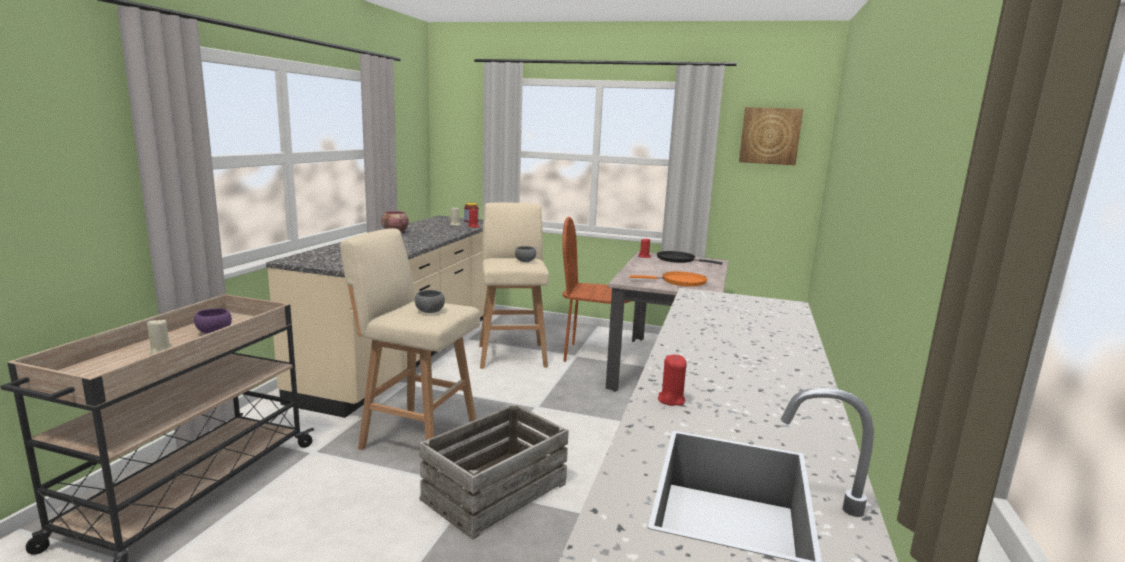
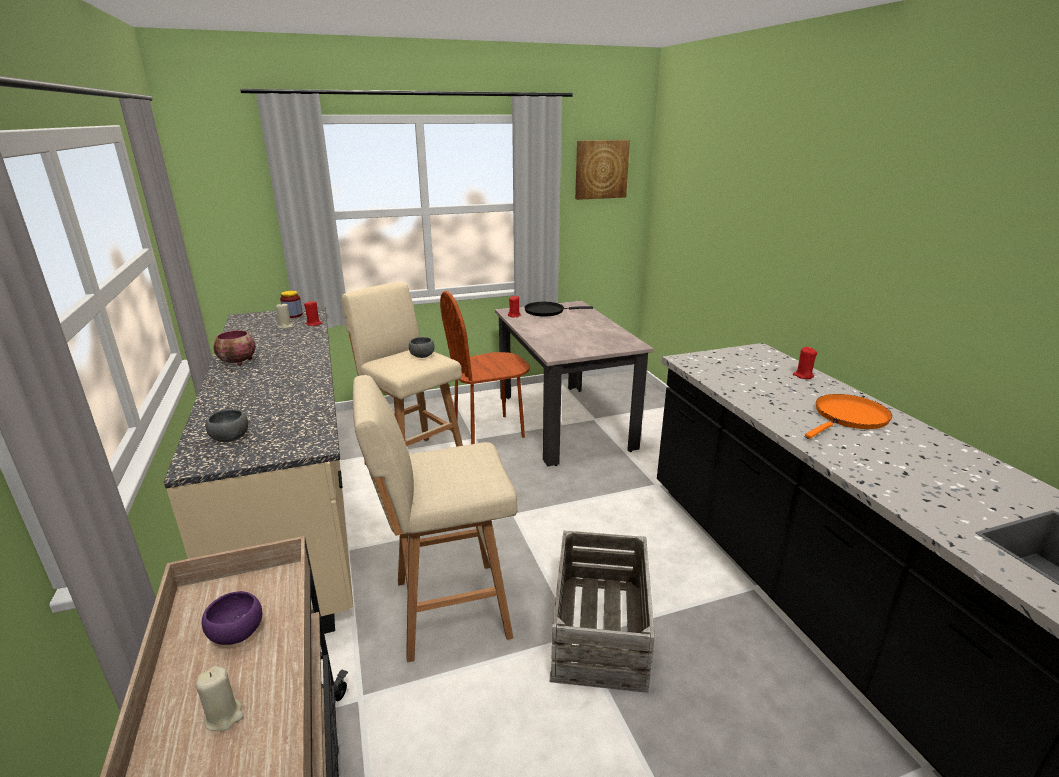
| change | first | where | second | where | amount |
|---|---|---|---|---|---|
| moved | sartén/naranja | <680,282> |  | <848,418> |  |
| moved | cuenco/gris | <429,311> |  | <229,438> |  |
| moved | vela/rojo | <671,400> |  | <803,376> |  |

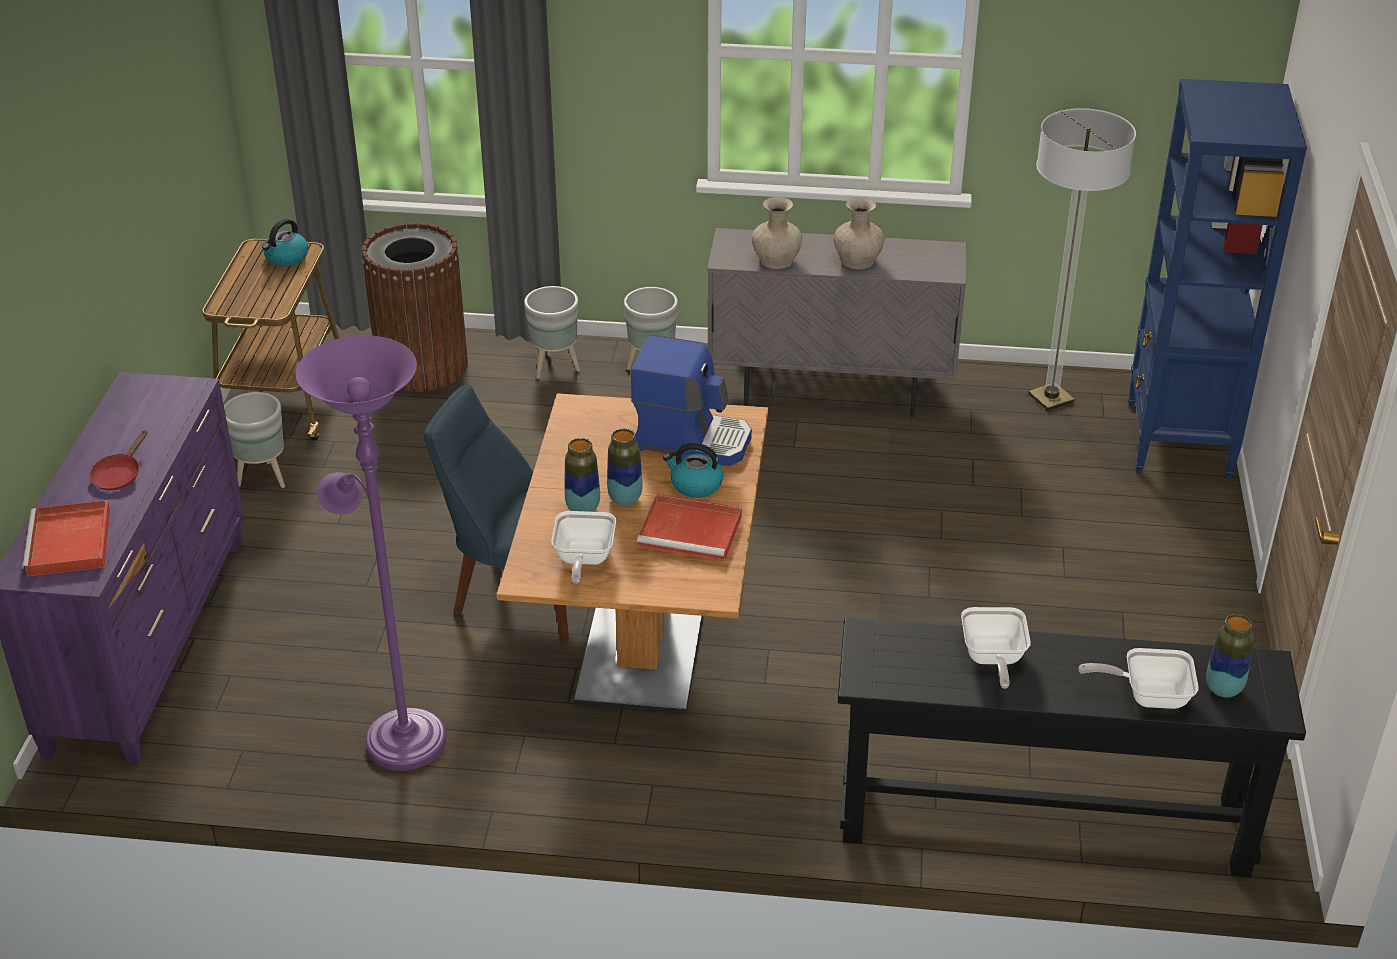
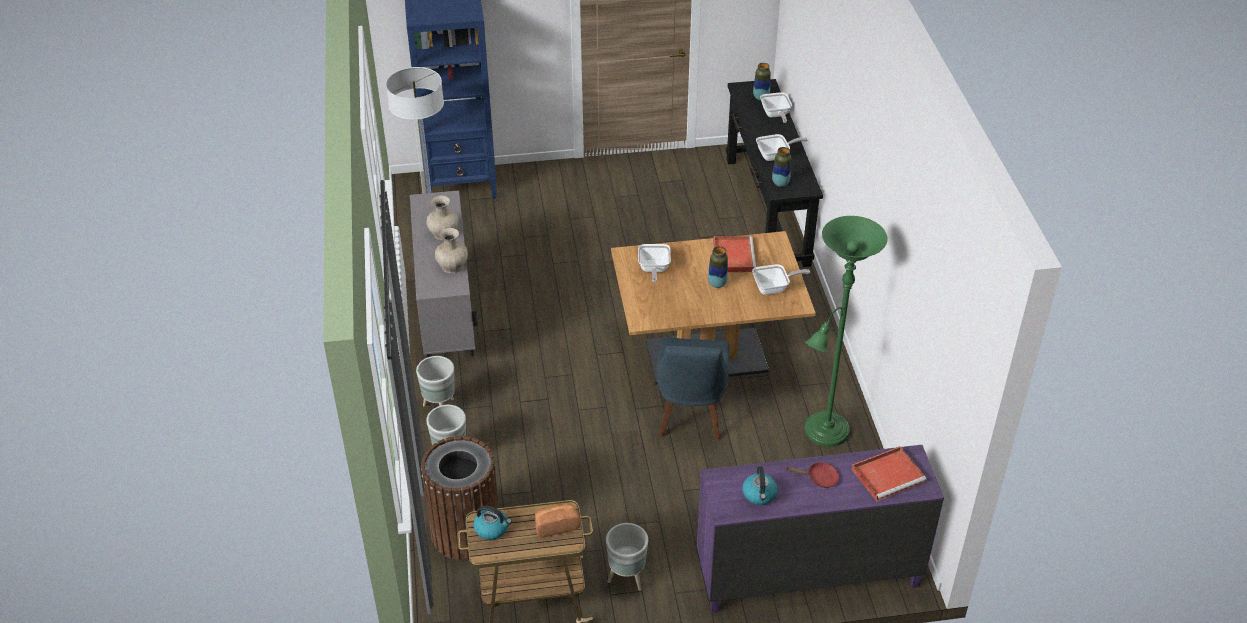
| change | first | where | second | where | amount |
|---|---|---|---|---|---|
| recoloured | lámpara de pie/morado | <400,735> | lámpara de pie/verde | <823,434> |  |
| replaced | cafetera | <692,439> | sartén | <653,269> |  |
| moved | florero | <583,508> |  | <780,183> |  |
| moved | hervidor | <695,485> |  | <759,495> |  |
| added |  |  | pan | <556,525> |  |

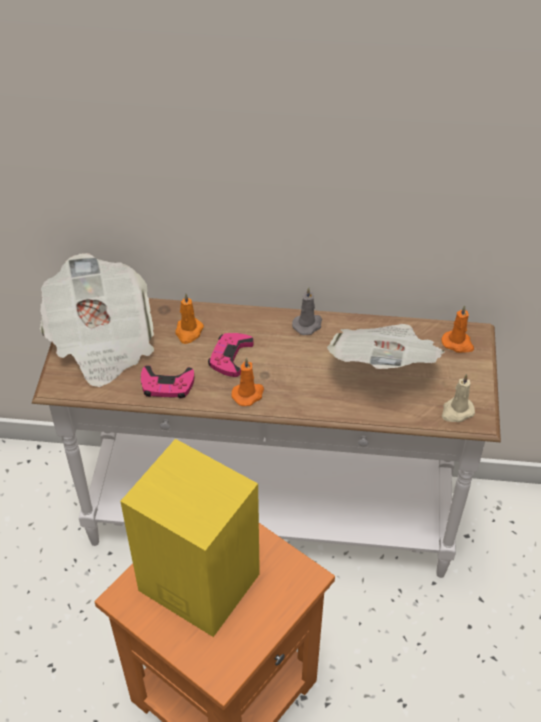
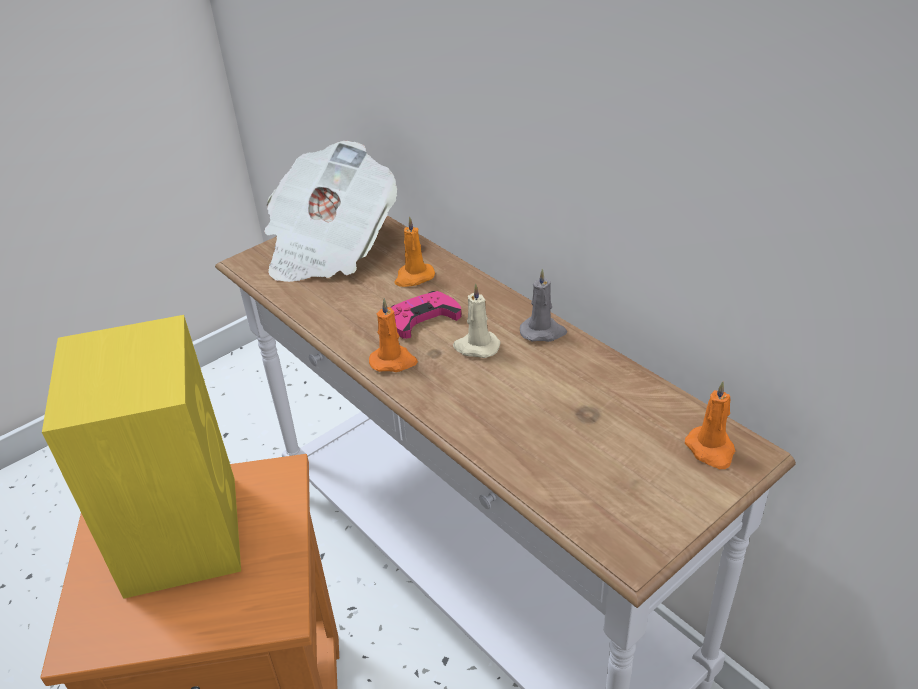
| change | first | where | second | where | amount |
|---|---|---|---|---|---|
| removed | periódico | <383,365> |  |  |  |
| removed | mando de consola/rosa | <167,385> |  |  |  |
| moved | vela/beis | <456,411> |  | <476,347> |  |

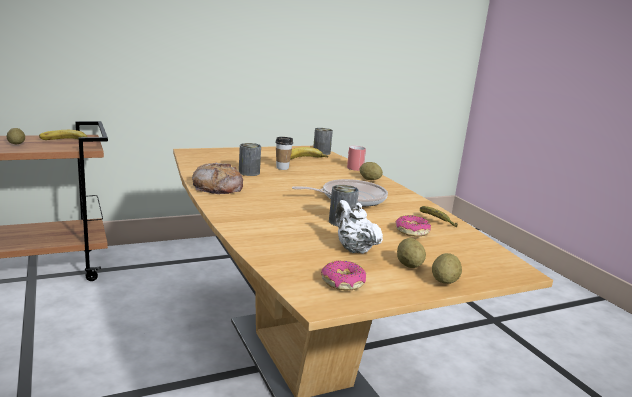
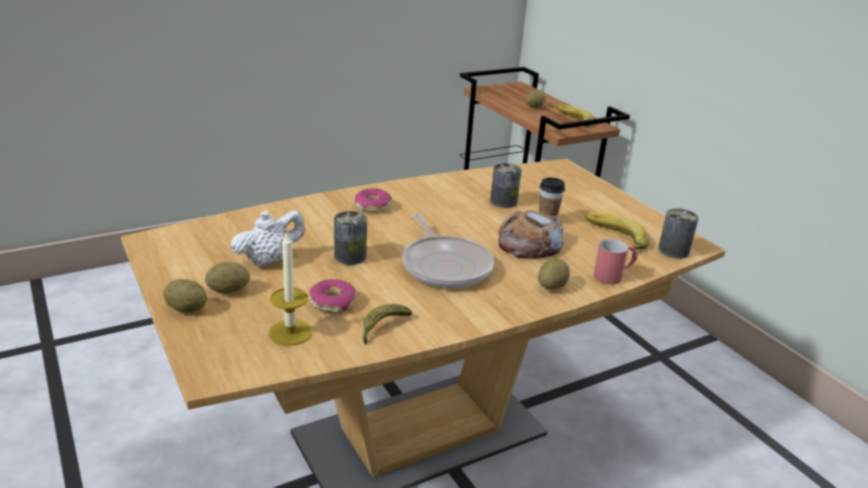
| change | first | where | second | where | amount |
|---|---|---|---|---|---|
| moved | pan | <218,186> |  | <529,243> |  |
| moved | rosquilla | <342,283> |  | <372,206> |  |
| added |  |  | vela | <290,332> |  |

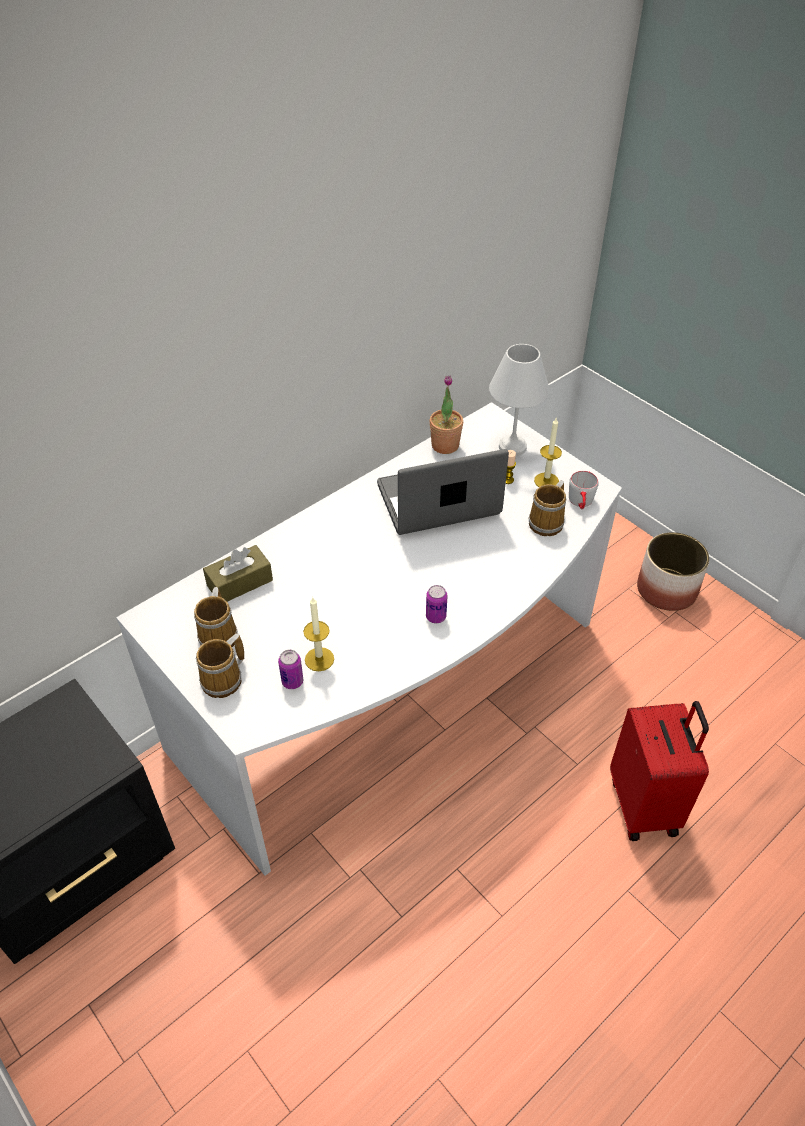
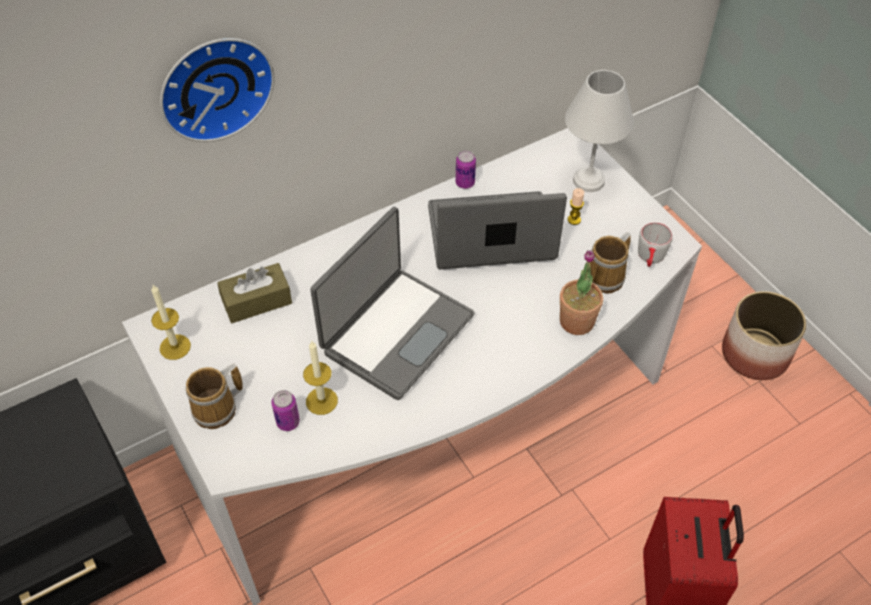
| change | first | where | second | where | amount |
|---|---|---|---|---|---|
| moved | planta en maceta | <445,445> |  | <576,321> |  |
| moved | vela | <546,481> |  | <175,347> |  |
| moved | lata | <436,617> |  | <465,183> |  |
| removed | taza grande | <220,635> |  |  |  |
| added |  |  | reloj de pared | <214,85> |  |
| added |  |  | portátil | <396,332> |  |

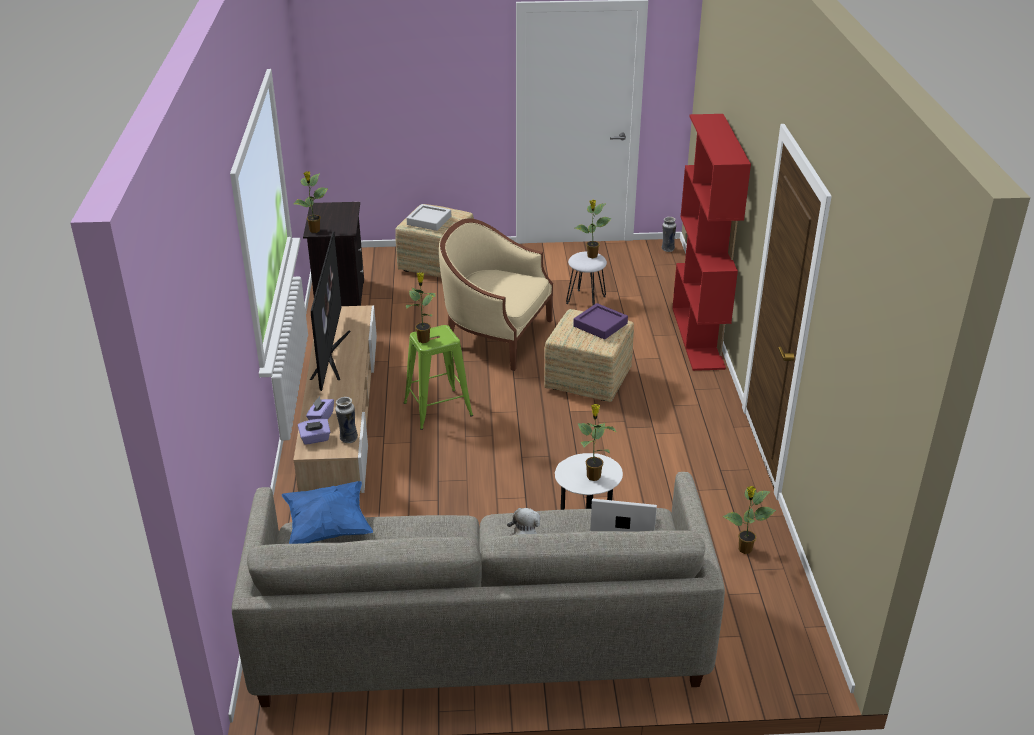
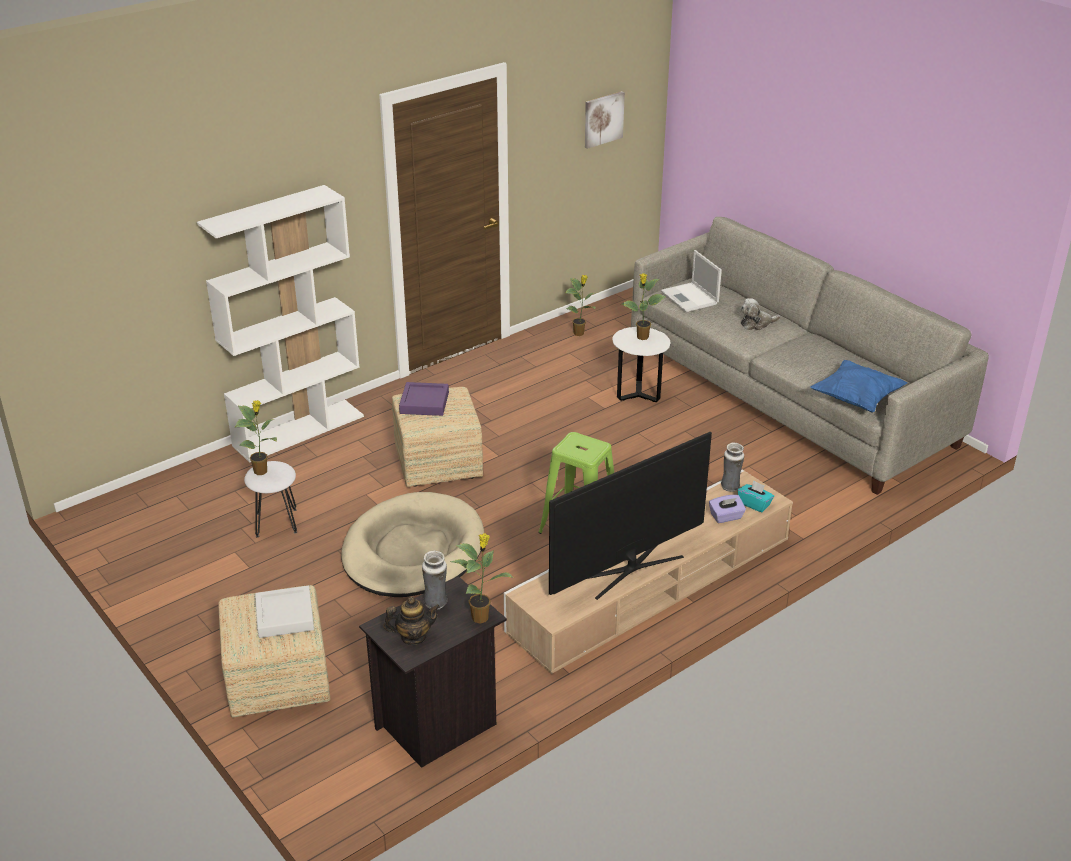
| change | first | where | second | where | amount |
|---|---|---|---|---|---|
| recoloured | estantería/rojo | <698,338> | estantería/blanco | <299,430> |  |
| moved | florero | <667,249> |  | <436,603> |  |
| replaced | sillón/beis | <496,336> | cama para perro/beis | <413,551> |  |
| removed | planta en maceta | <423,339> |  |  |  |
| recoloured | caja de pañuelos/morado | <315,439> | caja de pañuelos/turquesa | <754,504> |  |
| added |  |  | cuadro | <603,119> |  |
| added |  |  | tetera | <413,637> |  |

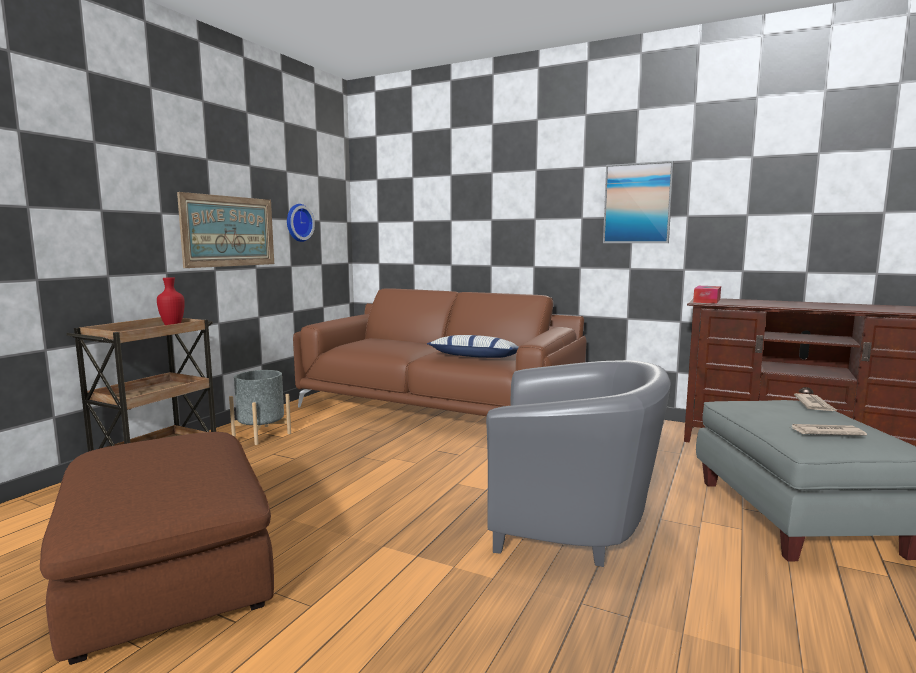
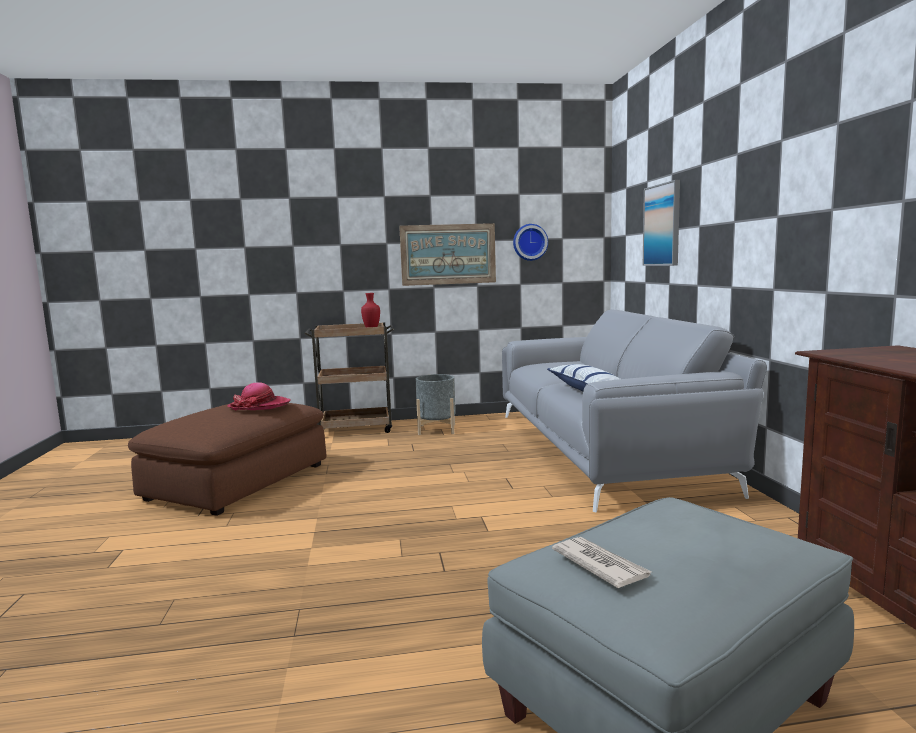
| change | first | where | second | where | amount |
|---|---|---|---|---|---|
| moved | cuadro | <637,203> |  | <662,225> |  |
| removed | caja de pañuelos | <707,301> |  |  |  |
| recoloured | sofá/marrón | <439,409> | sofá/gris | <604,448> |  |
| removed | sillón/gris | <572,524> |  |  |  |
| removed | periódico | <814,405> |  |  |  |
| added |  |  | sombrero | <259,406> |  |

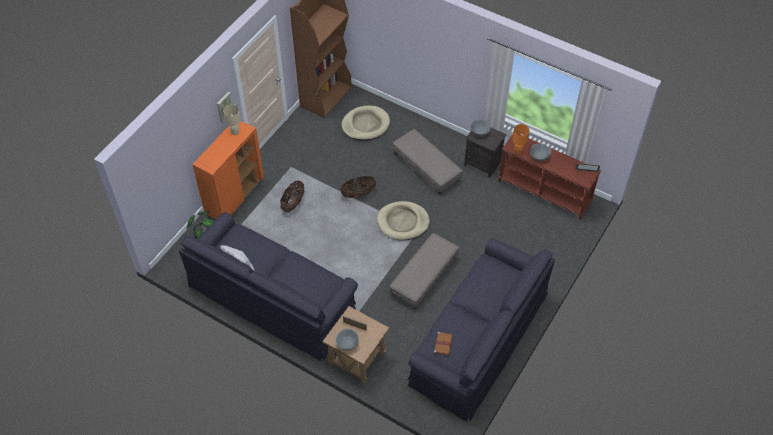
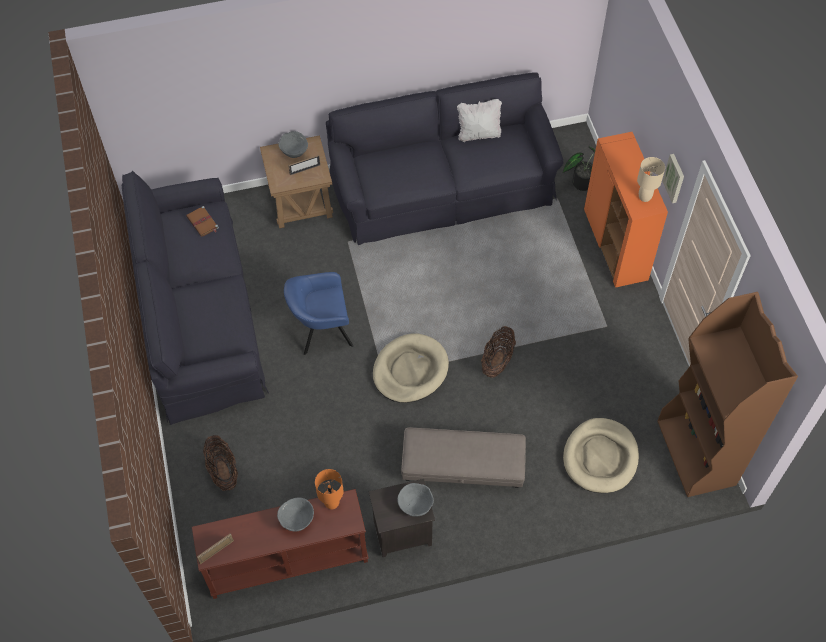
| change | first | where | second | where | amount |
|---|---|---|---|---|---|
| moved | cesta | <293,203> |  | <223,470> |  |
| replaced | puf/gris | <424,276> | sillón/azul | <322,330> |  |

